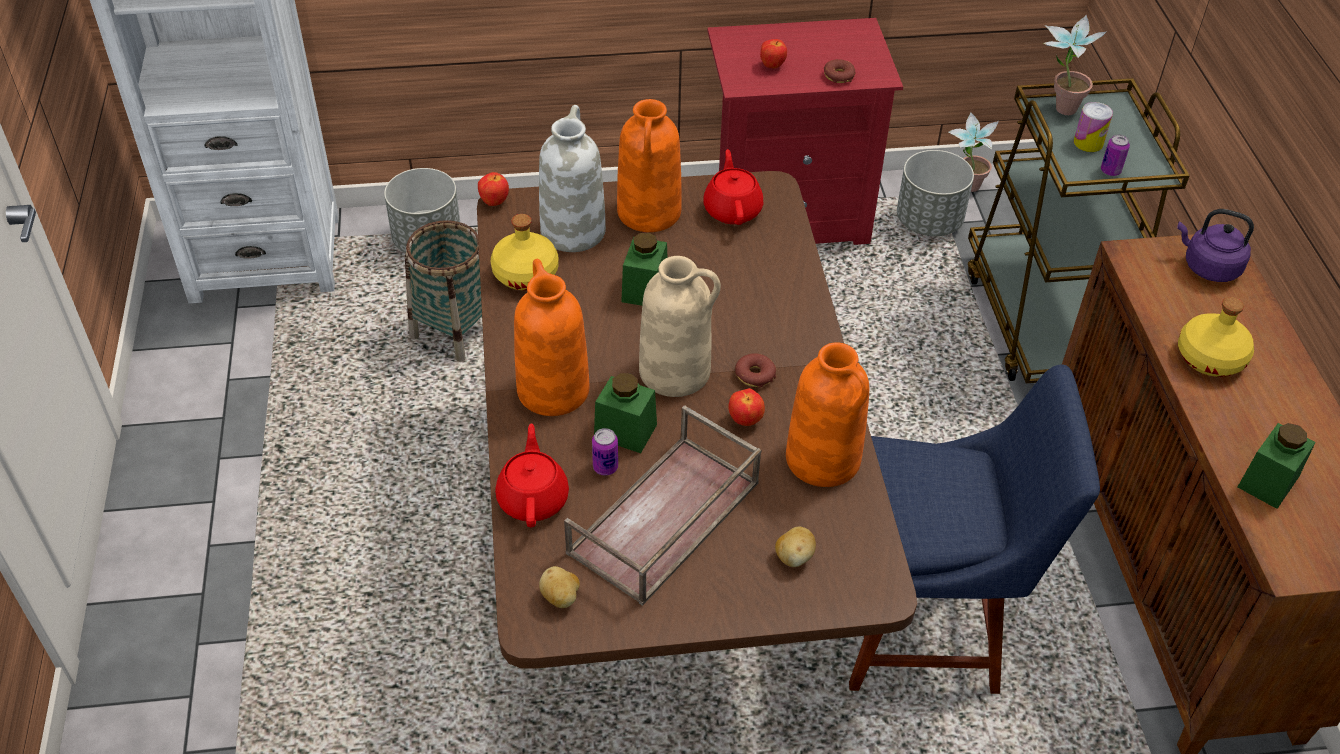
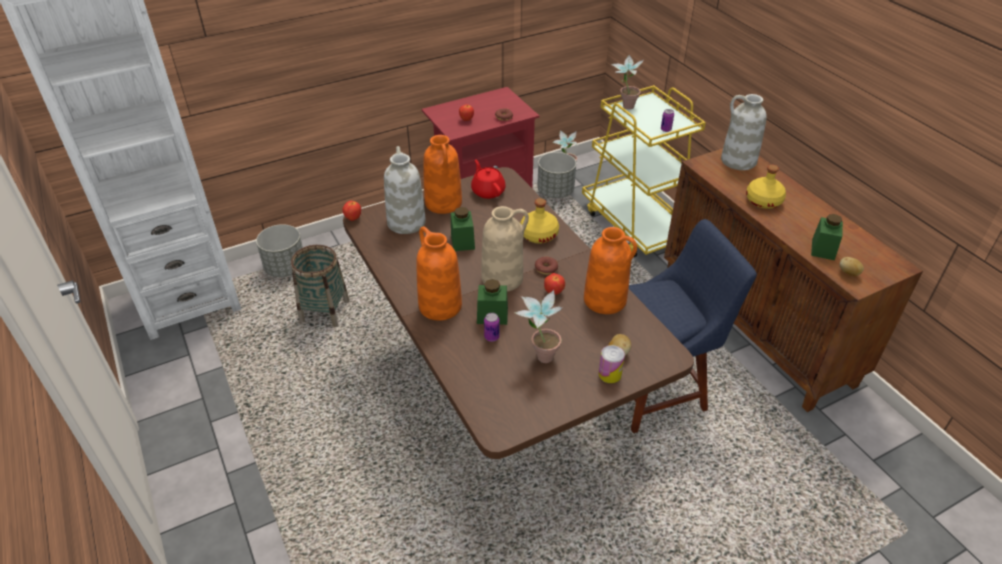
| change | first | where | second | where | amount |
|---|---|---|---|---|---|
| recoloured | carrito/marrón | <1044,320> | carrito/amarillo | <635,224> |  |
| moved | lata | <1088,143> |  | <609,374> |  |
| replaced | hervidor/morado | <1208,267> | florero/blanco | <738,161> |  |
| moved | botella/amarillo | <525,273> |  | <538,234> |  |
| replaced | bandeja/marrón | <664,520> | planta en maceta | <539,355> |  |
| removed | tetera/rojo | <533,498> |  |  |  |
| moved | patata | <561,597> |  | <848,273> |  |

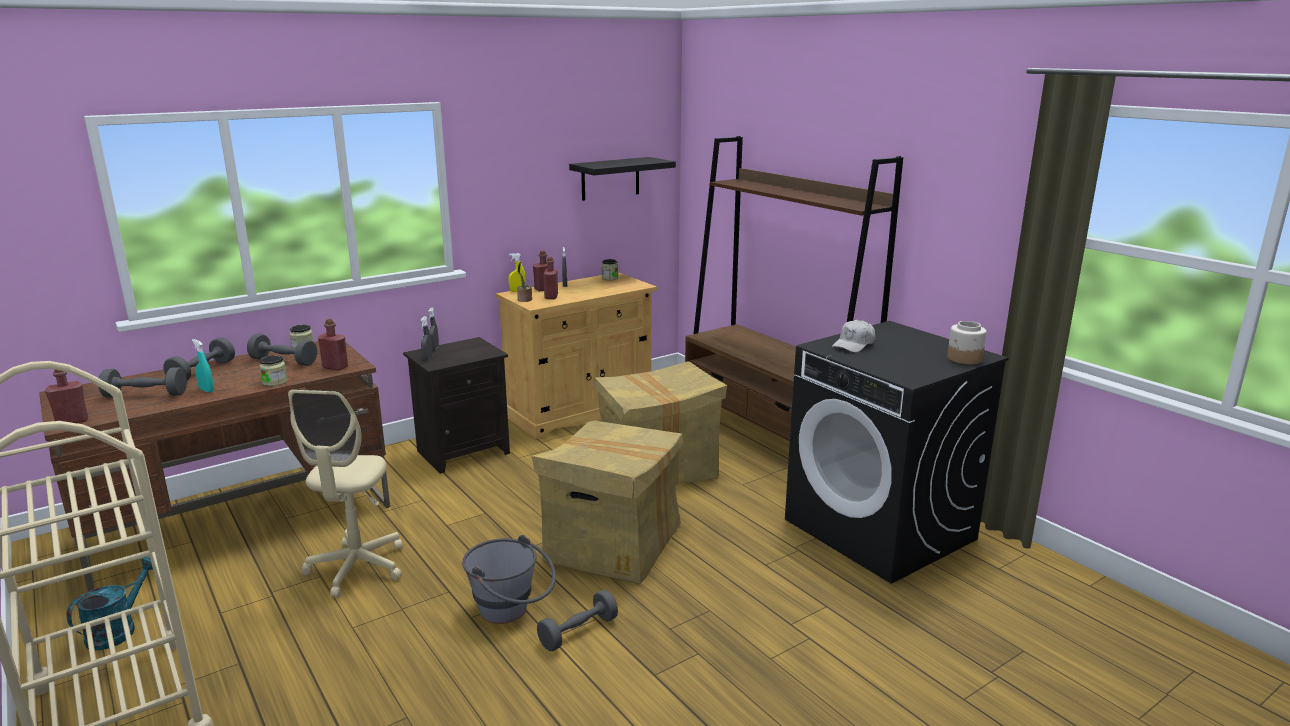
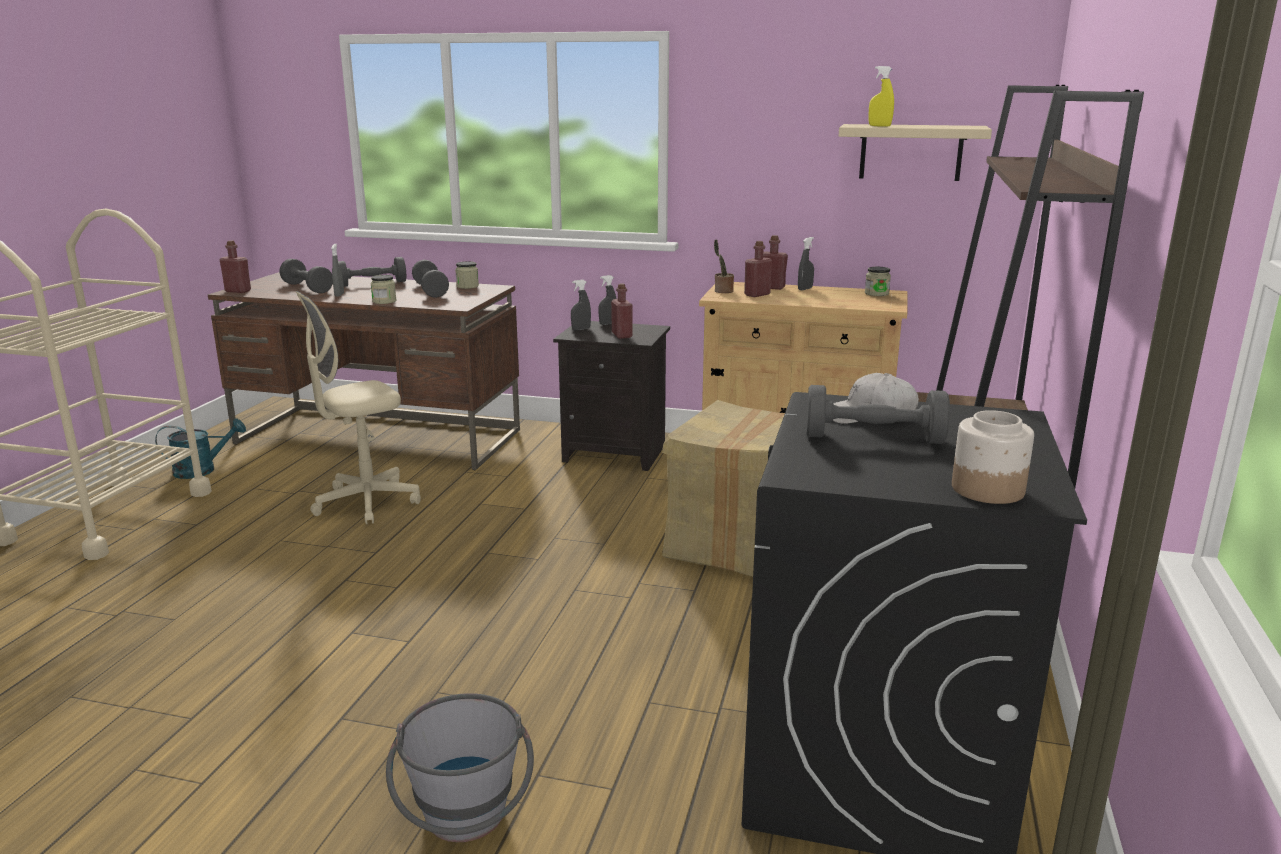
| change | first | where | second | where | amount |
|---|---|---|---|---|---|
| recoloured | estante/negro | <610,178> | estante/beis | <911,152> |  |
| moved | pulverizador/amarillo | <517,291> |  | <879,126> |  |
| moved | botella/rojo | <335,367> |  | <622,335> |  |
| recoloured | pulverizador/turquesa | <206,390> | pulverizador/gris | <339,294> |  |
| removed | caja de cartón | <612,544> |  |  |  |
| moved | cubo/gris | <512,612> |  | <466,826> |  |
| moved | mancuerna/gris | <578,632> |  | <873,438> |  |

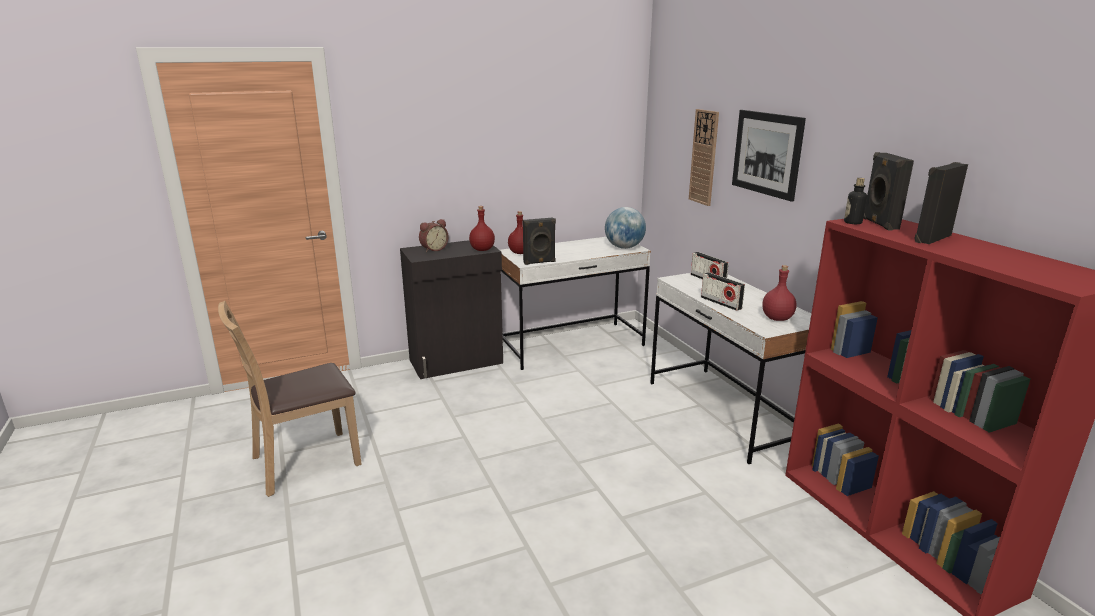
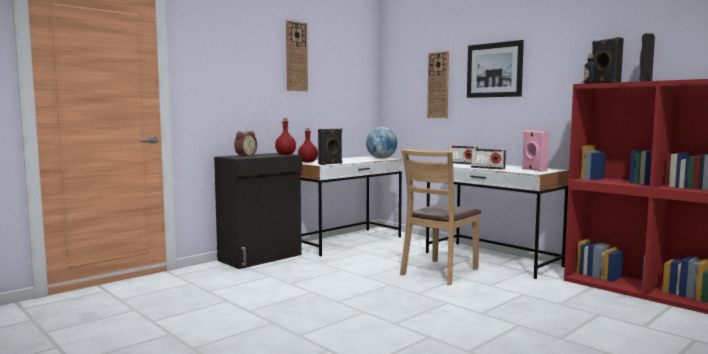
| change | first | where | second | where | amount |
|---|---|---|---|---|---|
| replaced | botella/rojo | <777,318> | altavoz/rosa | <533,170> |  |
| moved | silla/marrón | <305,462> |  | <440,272> |  |
| added |  |  | reloj de pared | <296,56> |  |

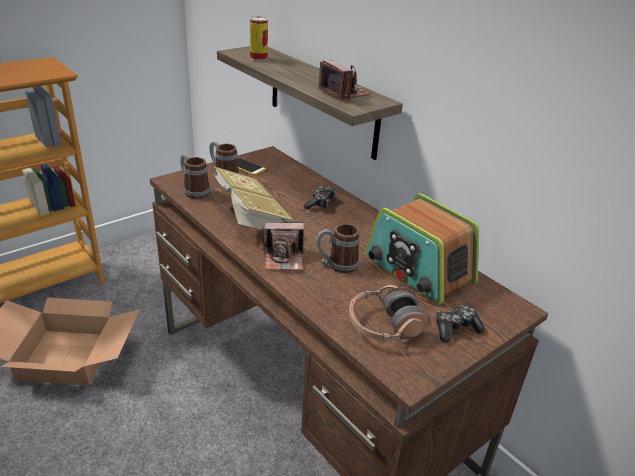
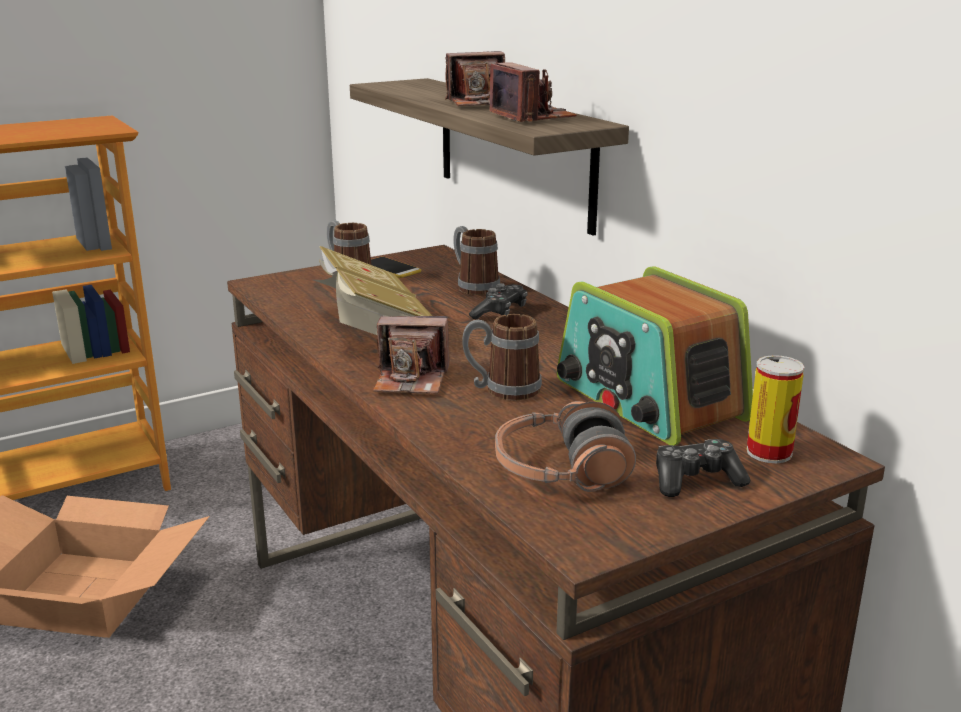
| change | first | where | second | where | amount |
|---|---|---|---|---|---|
| moved | lata | <258,58> |  | <769,452> |  |
| moved | taza grande | <194,191> |  | <473,286> |  |
| added |  |  | cámara | <479,103> |  |

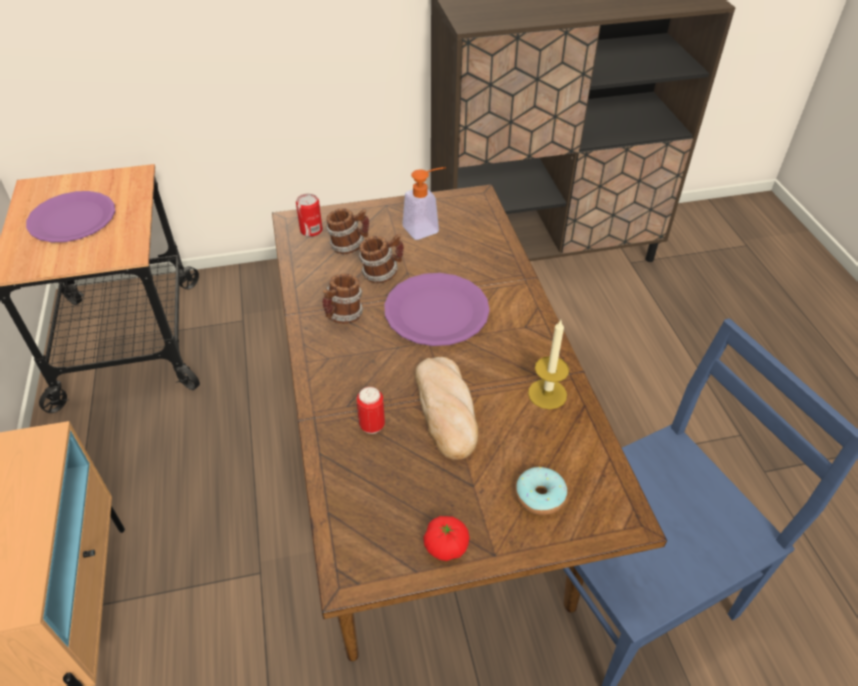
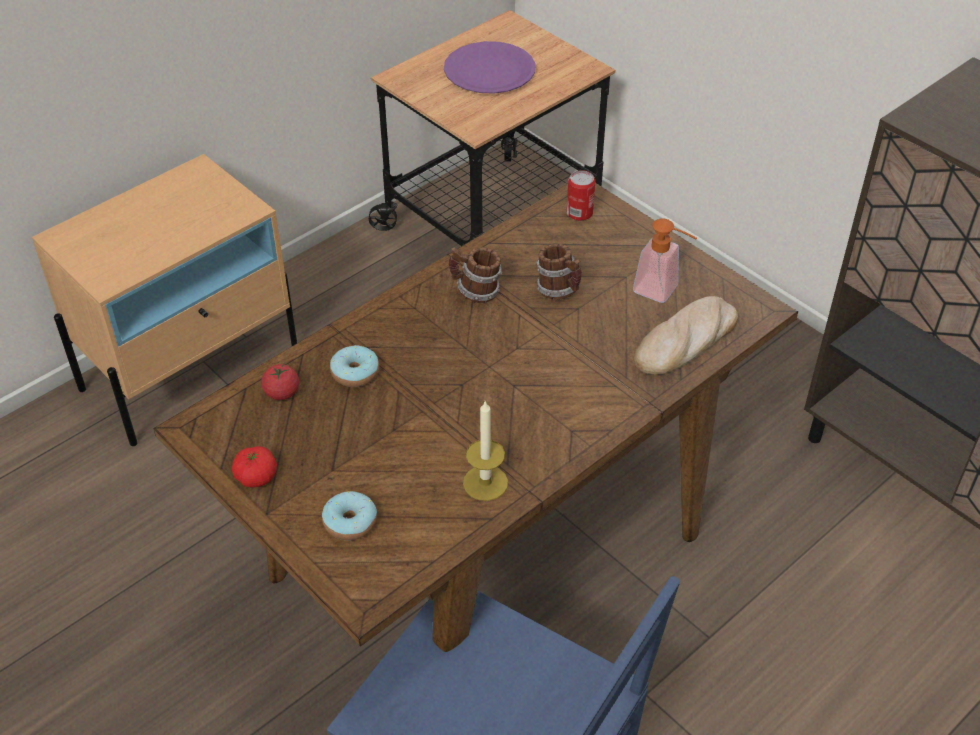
| change | first | where | second | where | amount |
|---|---|---|---|---|---|
| removed | taza grande | <349,246> |  |  |  |
| removed | plato/morado | <436,311> |  |  |  |
| moved | pan | <446,409> |  | <685,341> |  |
| replaced | lata | <372,425> | rosquilla | <355,373> |  |
| added |  |  | tomate | <282,392> |  |

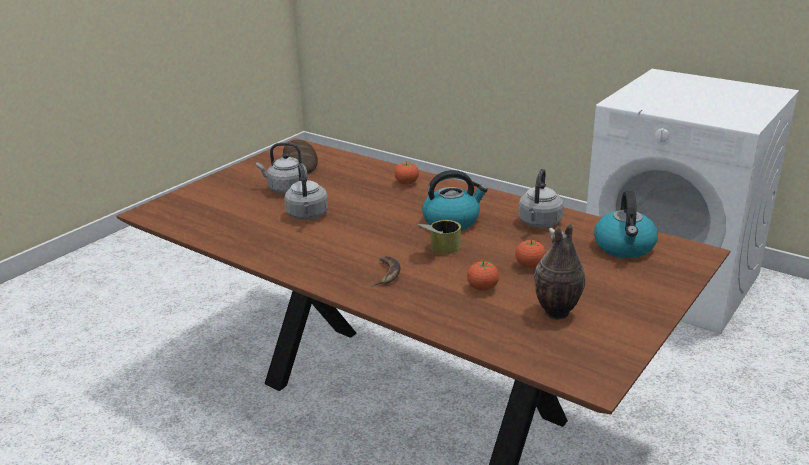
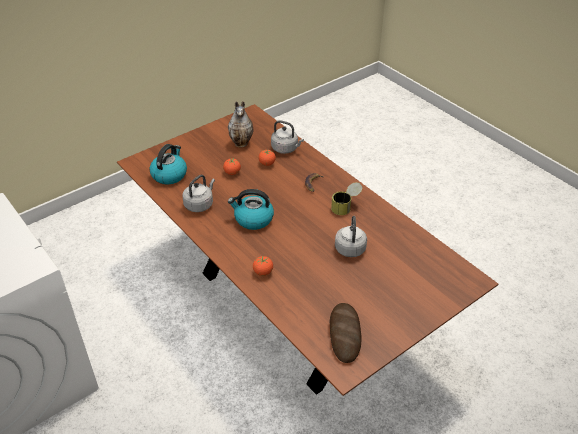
| change | first | where | second | where | amount |
|---|---|---|---|---|---|
| moved | hervidor/gris | <286,189> |  | <286,149> |  |
| moved | lata | <439,250> |  | <346,207> |  |

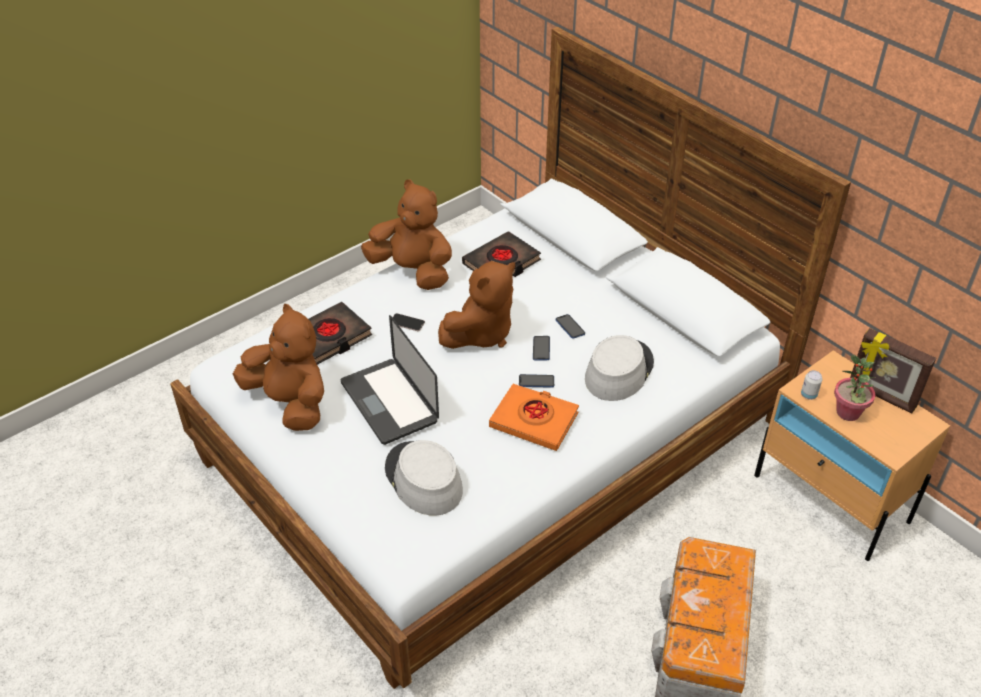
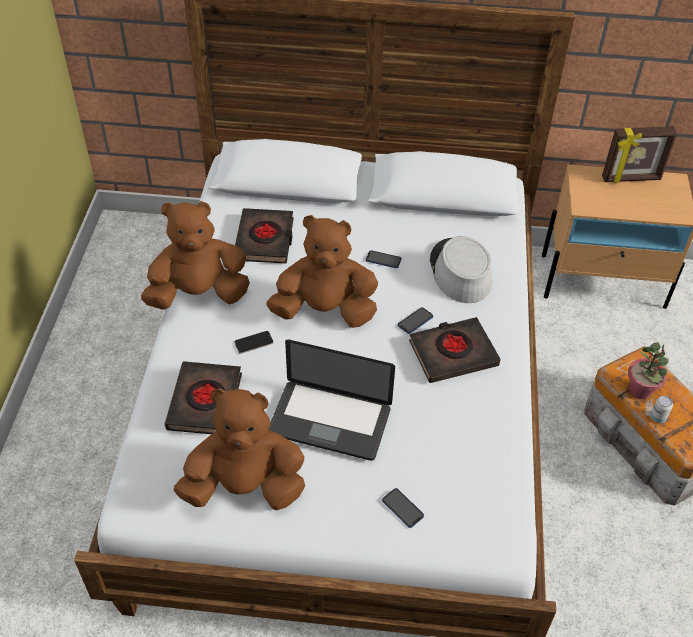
| change | first | where | second | where | amount |
|---|---|---|---|---|---|
| turned | peluche/marrón | <481,333> |  | <325,311> | 90 degrees counterclockwise |
| moved | móvil | <541,349> |  | <402,508> |  |
| moved | planta en maceta | <848,413> |  | <640,390> |  |
| moved | lata | <808,395> |  | <657,417> |  |
| recoloured | libro/naranja | <534,421> | libro/negro | <453,353> |  |
| removed | sombrero/gris | <423,479> |  |  |  |

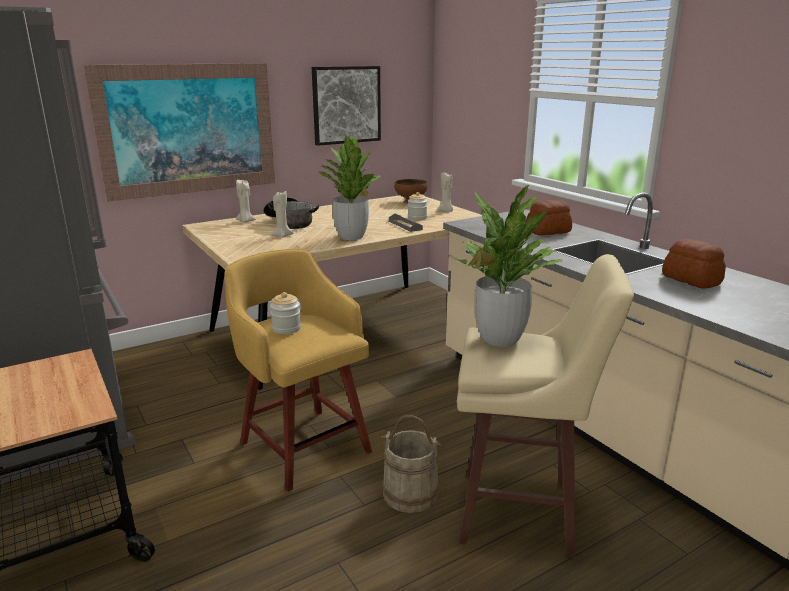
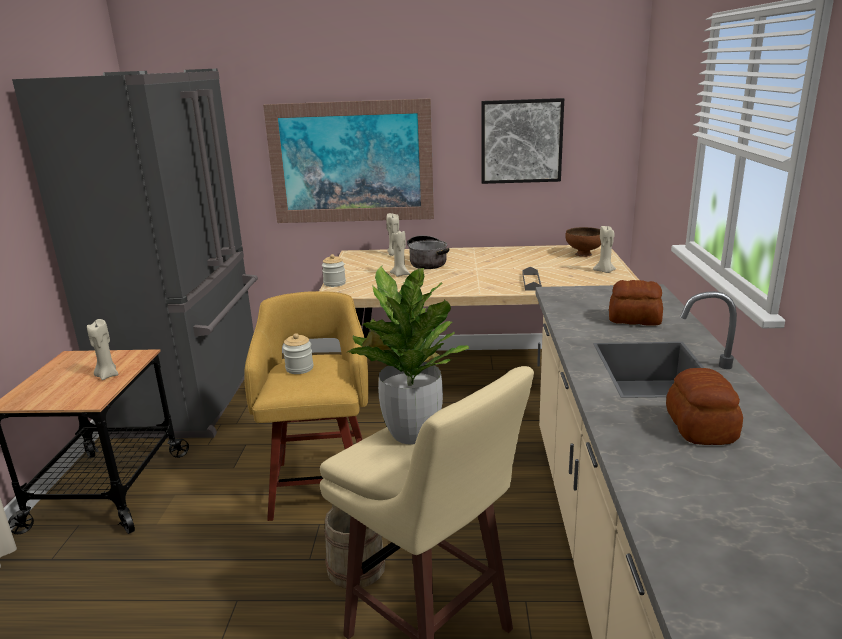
| change | first | where | second | where | amount |
|---|---|---|---|---|---|
| removed | planta en maceta | <351,236> |  |  |  |
| moved | tarro | <417,218> |  | <334,283> |  |
| added |  |  | vela/beis | <107,376> |  |

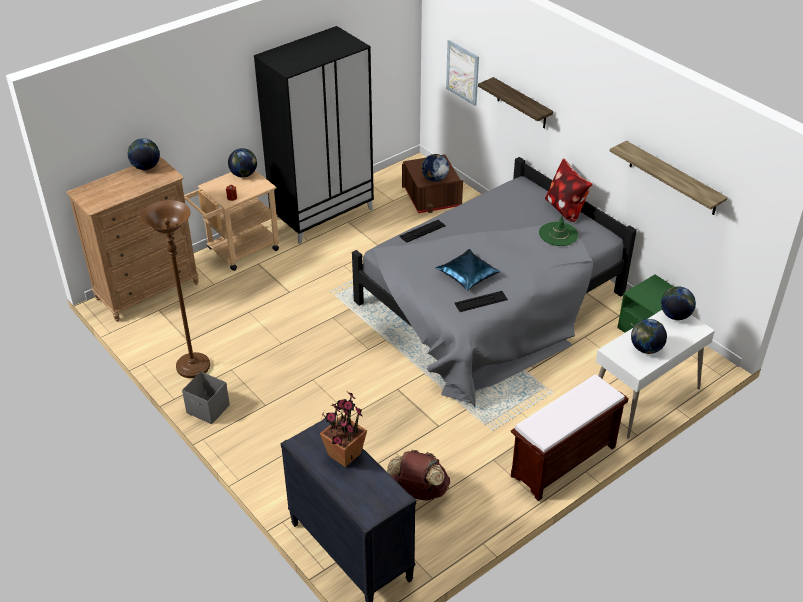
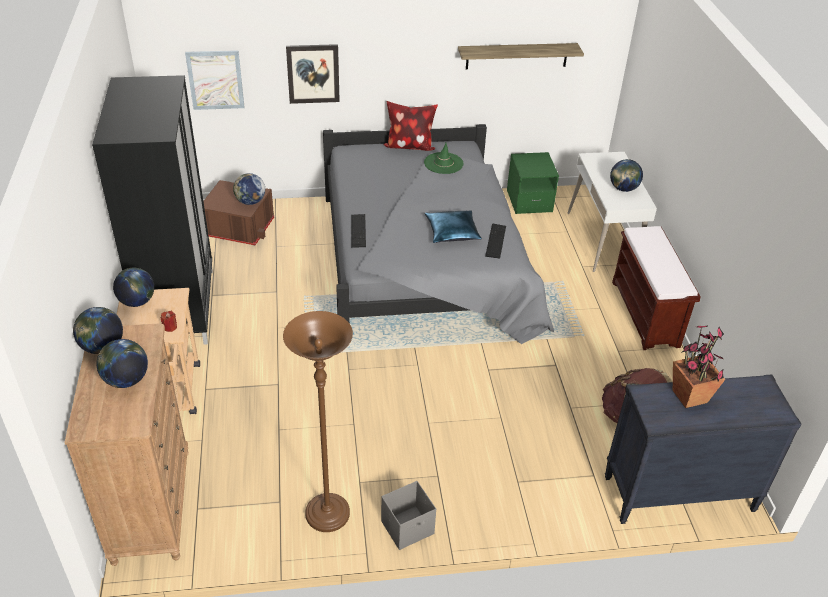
| change | first | where | second | where | amount |
|---|---|---|---|---|---|
| replaced | estante | <521,104> | cuadro | <313,73> |  |
| moved | globo terráqueo | <675,316> |  | <126,380> |  |

